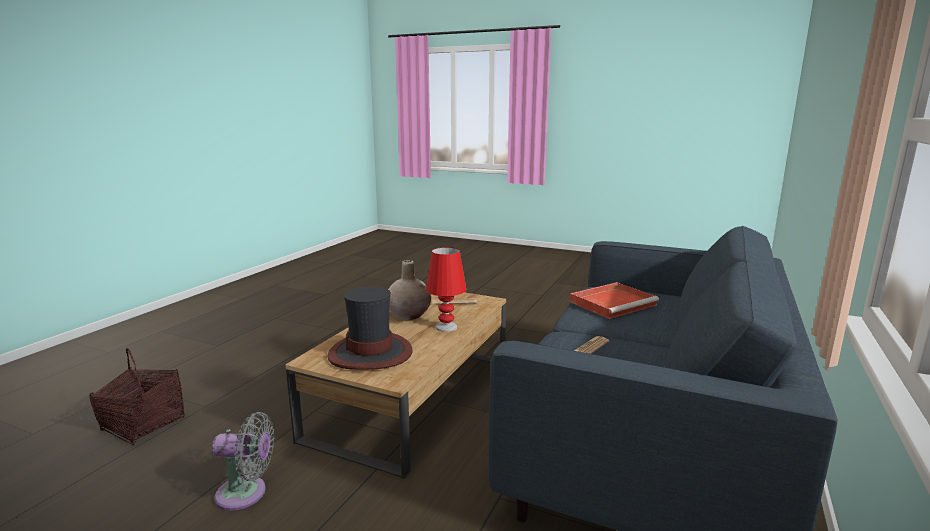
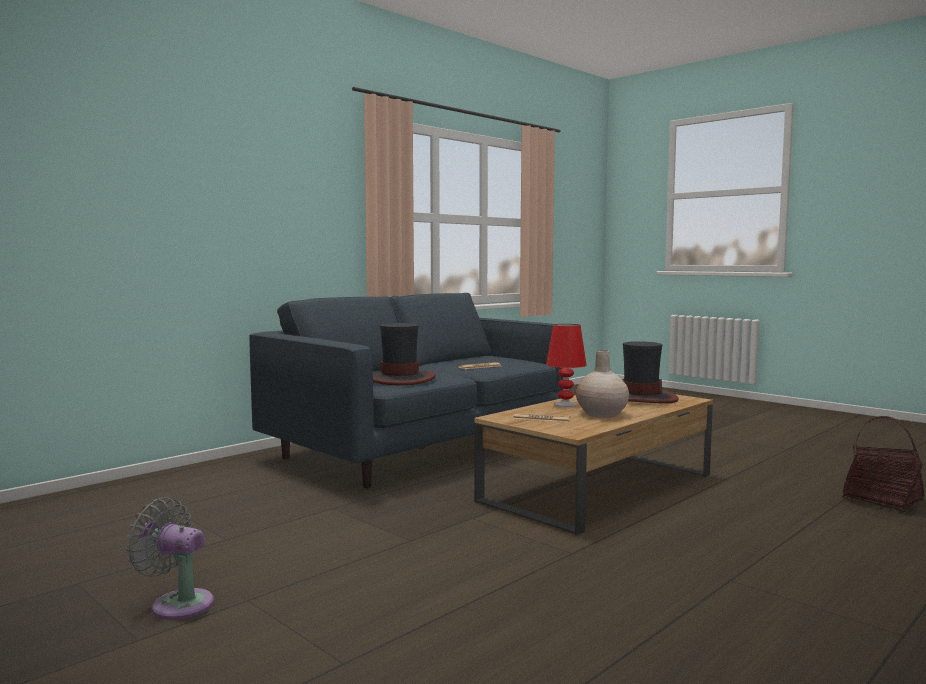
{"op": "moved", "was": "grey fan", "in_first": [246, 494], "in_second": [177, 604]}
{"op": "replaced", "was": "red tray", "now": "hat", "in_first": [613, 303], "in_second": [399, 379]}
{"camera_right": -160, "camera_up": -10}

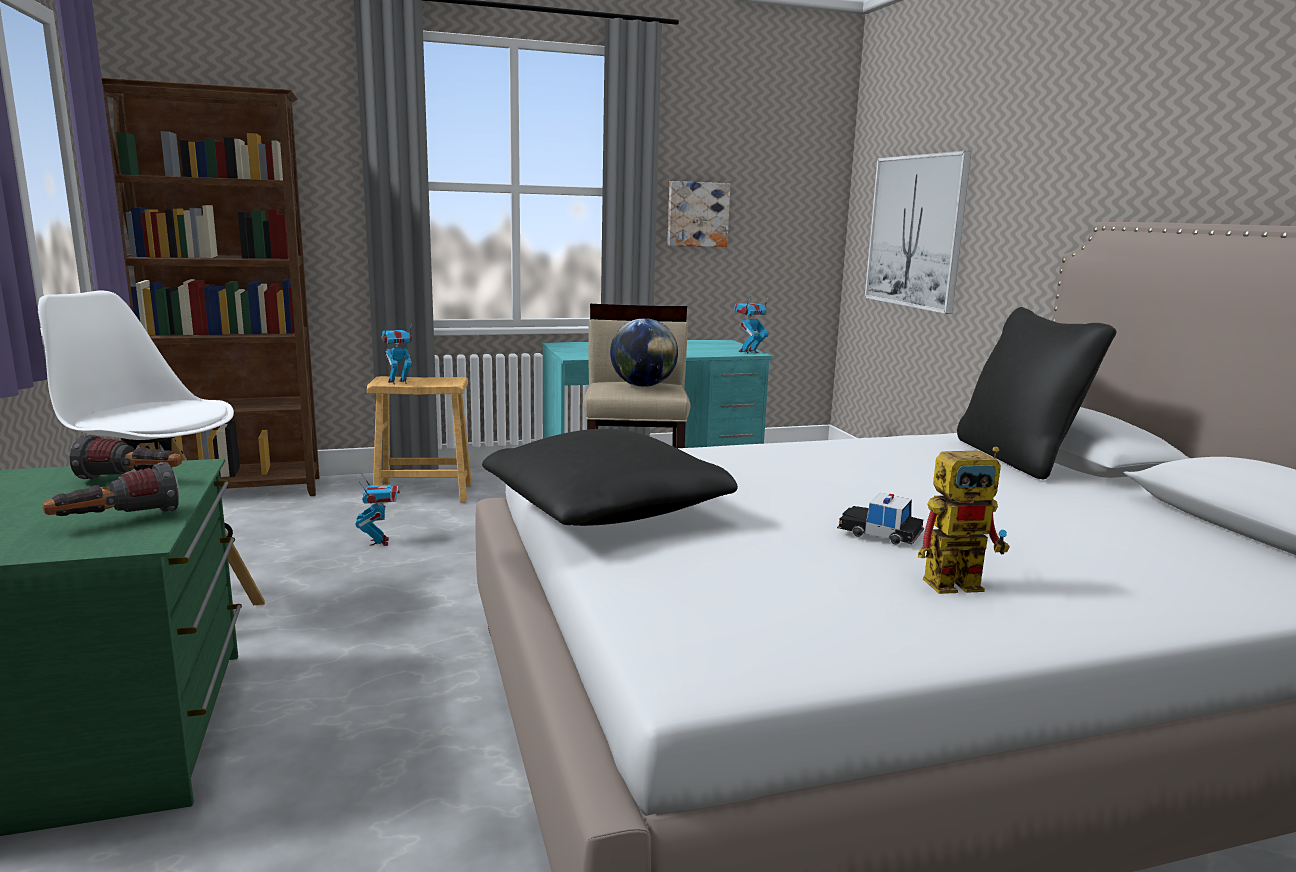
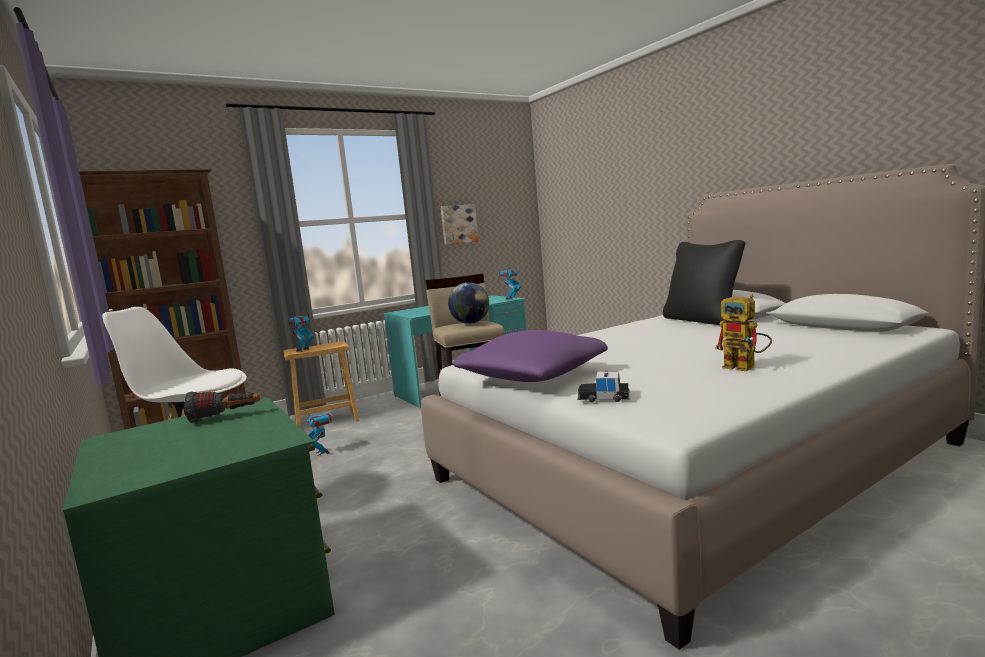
{"op": "removed", "was": "flashlight", "in_first": [116, 521]}
{"op": "recoloured", "was": "black pillow", "now": "purple pillow", "in_first": [606, 509], "in_second": [532, 376]}
{"op": "moved", "was": "toy car", "in_first": [880, 532], "in_second": [604, 397]}
{"op": "removed", "was": "picture", "in_first": [915, 231]}
{"op": "turned", "was": "toy robot", "in_first": [961, 582], "in_second": [746, 367], "clockwise": 75}
{"camera_right": -15, "camera_up": -5}

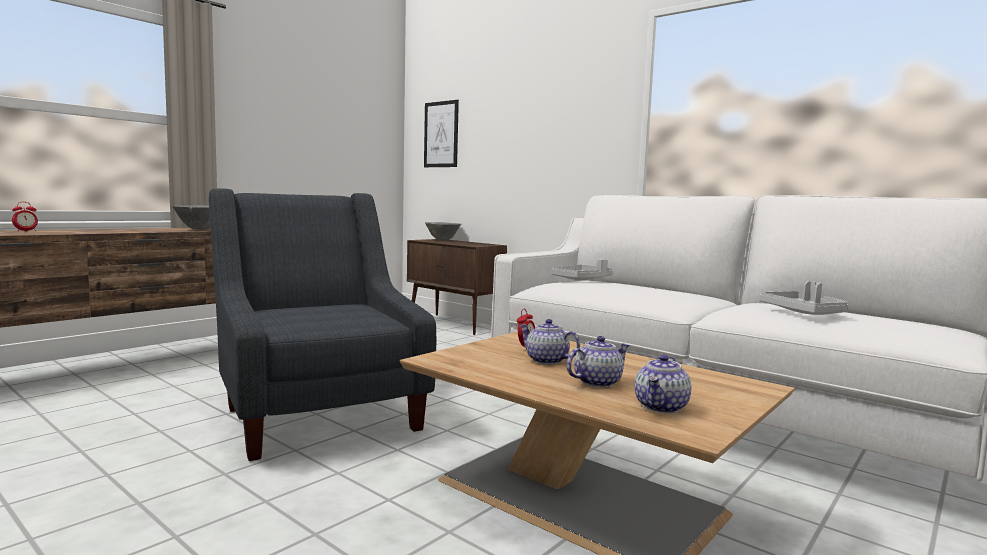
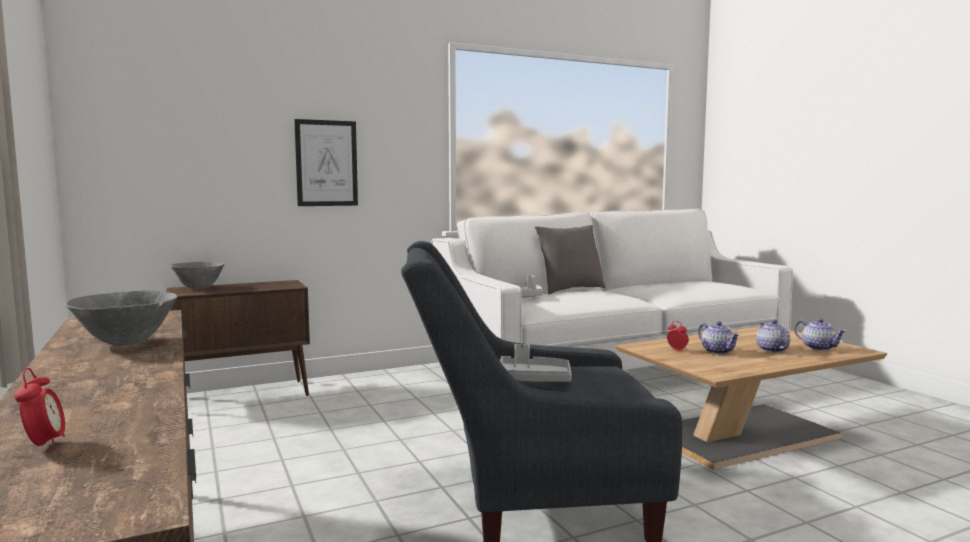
{"op": "moved", "was": "picture", "in_first": [441, 134], "in_second": [326, 163]}
{"op": "turned", "was": "teapot", "in_first": [546, 360], "in_second": [718, 351], "clockwise": -90}
{"op": "moved", "was": "grey tray", "in_first": [804, 312], "in_second": [533, 379]}
{"op": "added", "now": "grey pillow", "in_second": [570, 290]}
{"camera_right": -65, "camera_up": 0}

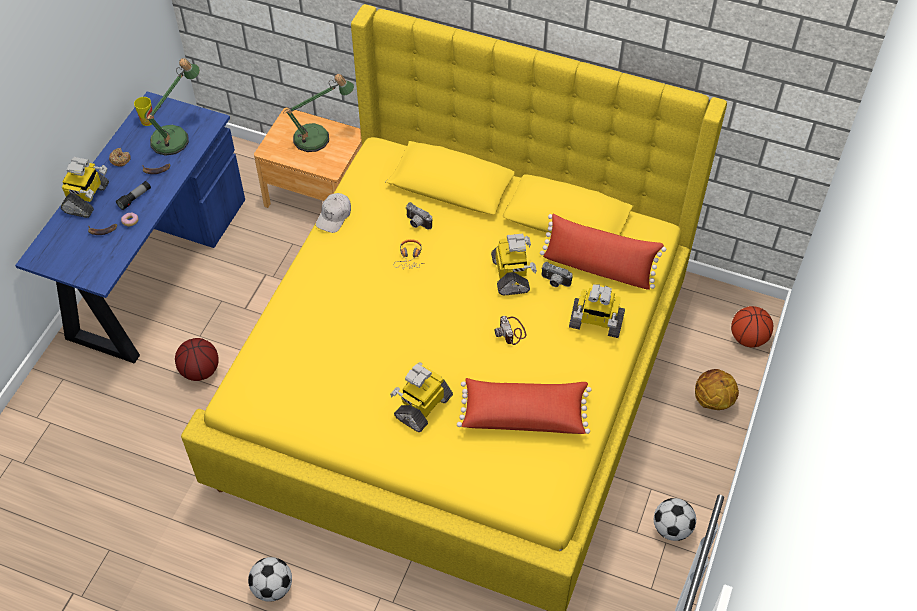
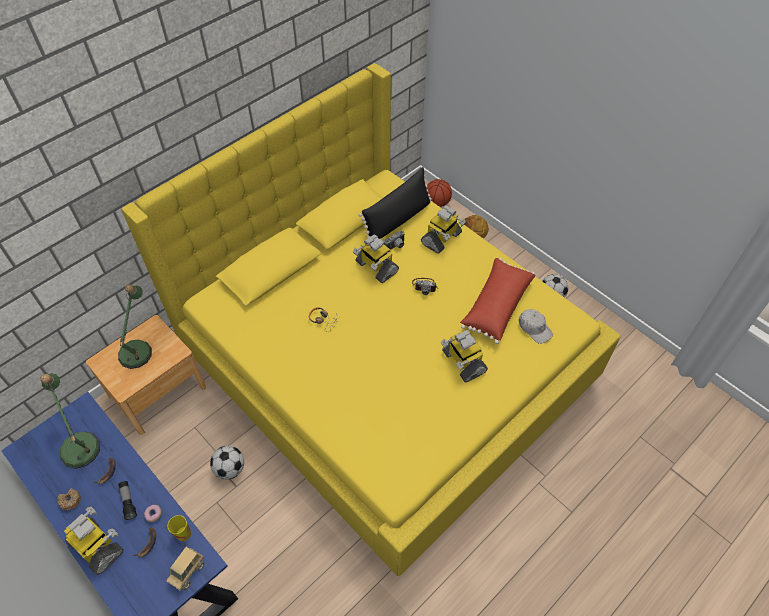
{"op": "moved", "was": "cup", "in_first": [147, 121], "in_second": [183, 534]}
{"op": "removed", "was": "basketball", "in_first": [200, 370]}
{"op": "moved", "was": "football", "in_first": [272, 587], "in_second": [230, 469]}
{"op": "moved", "was": "white cap", "in_first": [334, 216], "in_second": [534, 328]}
{"op": "removed", "was": "photo camera", "in_first": [417, 223]}
{"op": "turned", "was": "toy robot", "in_first": [511, 275], "in_second": [376, 267], "clockwise": -150}
{"op": "recoloured", "was": "red pillow", "now": "black pillow", "in_first": [598, 268], "in_second": [397, 219]}
{"op": "added", "now": "toy truck", "in_second": [188, 572]}
{"camera_right": -65, "camera_up": 0}

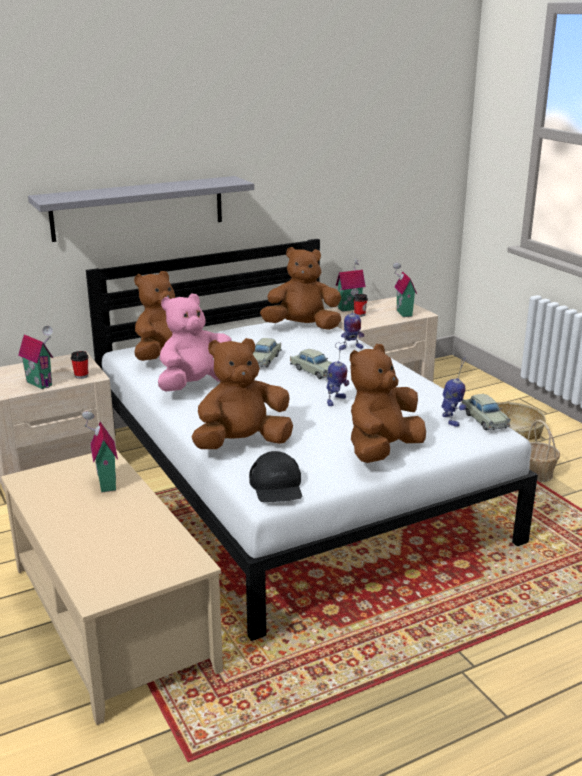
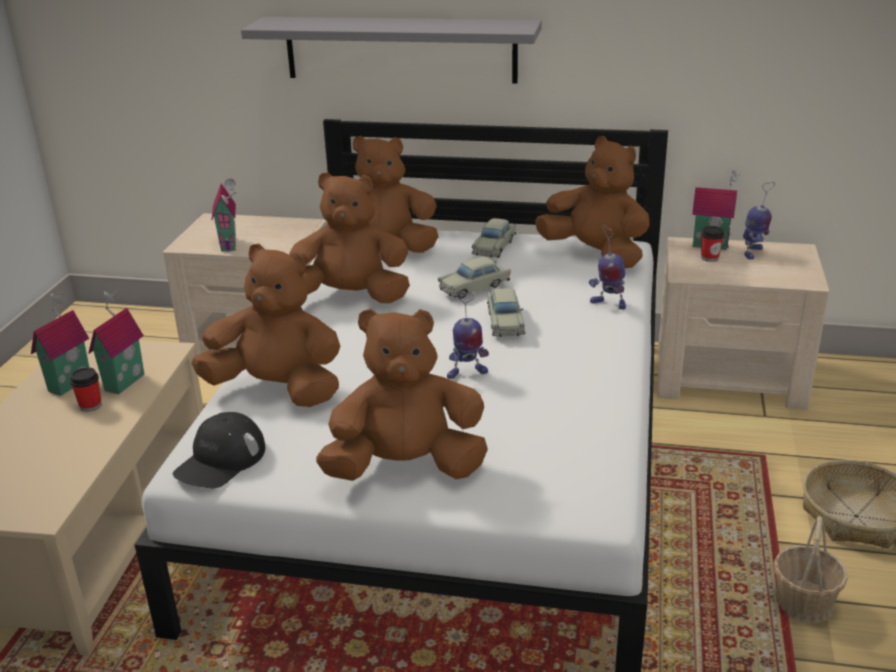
{"op": "moved", "was": "cup", "in_first": [81, 376], "in_second": [90, 406]}
{"op": "recoloured", "was": "pink plush toy", "now": "brown plush toy", "in_first": [195, 386], "in_second": [350, 297]}
{"op": "moved", "was": "toy house", "in_first": [402, 313], "in_second": [68, 383]}
{"op": "moved", "was": "toy robot", "in_first": [451, 420], "in_second": [753, 253]}
{"op": "moved", "was": "beige toy car", "in_first": [484, 419], "in_second": [494, 247]}
{"camera_right": 40, "camera_up": 5}

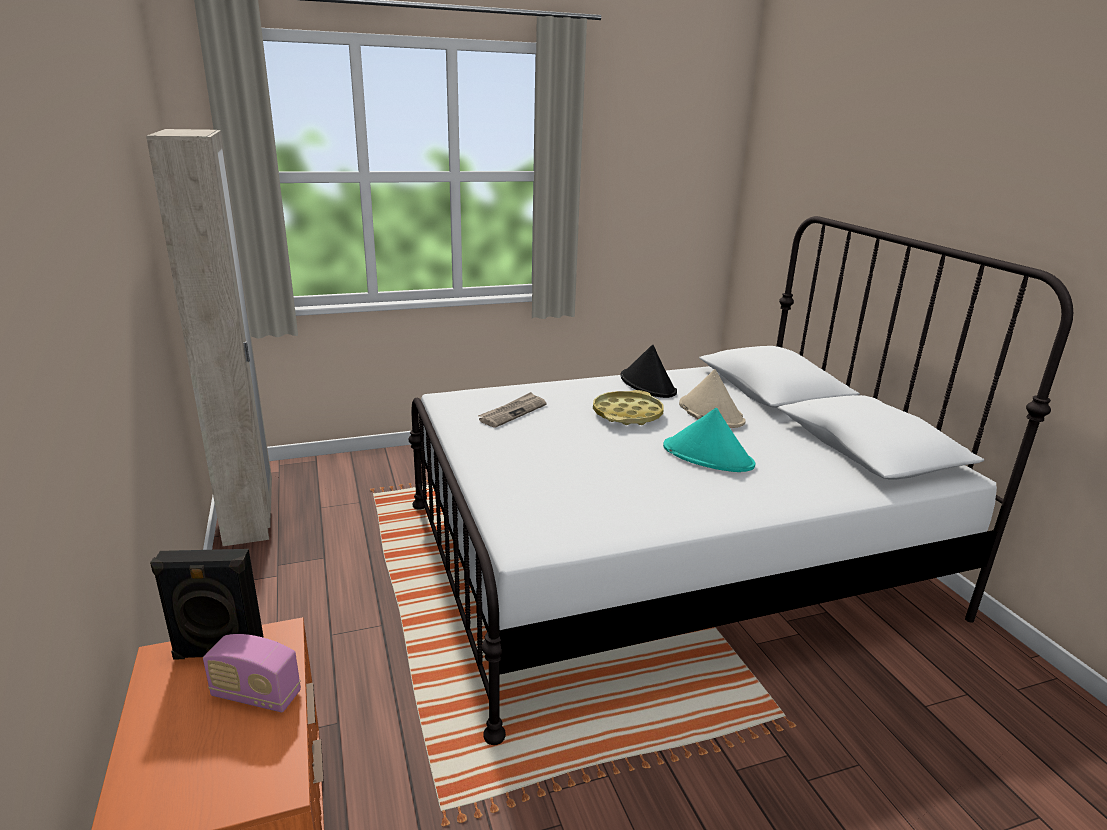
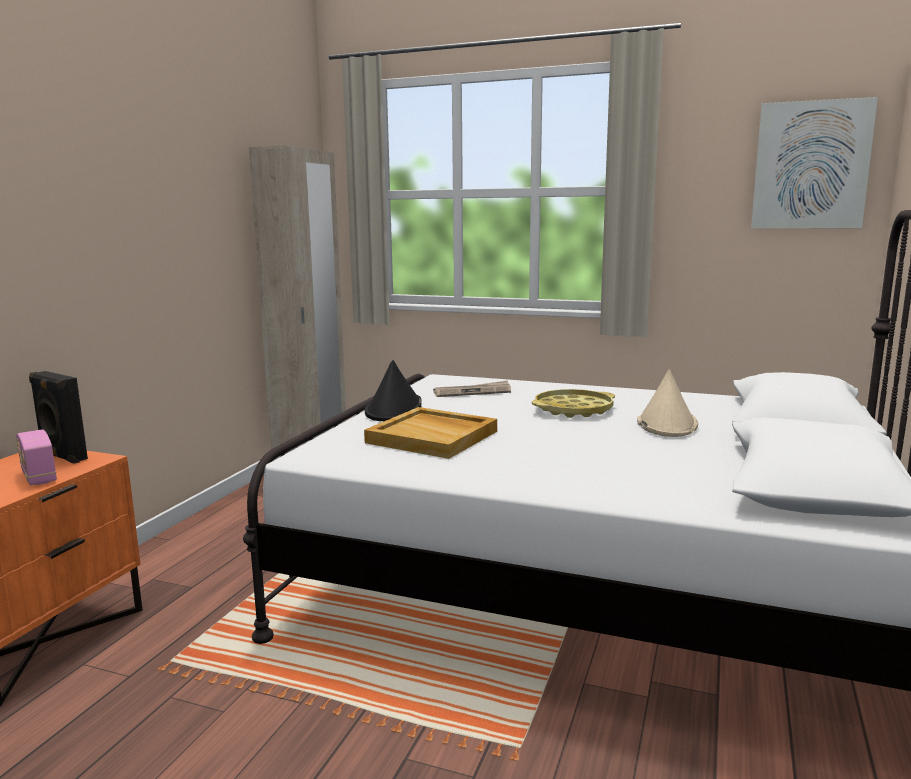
{"op": "moved", "was": "black hat", "in_first": [648, 384], "in_second": [394, 409]}
{"op": "removed", "was": "turquoise hat", "in_first": [708, 456]}
{"op": "added", "now": "beige tray", "in_second": [433, 437]}
{"op": "added", "now": "picture", "in_second": [811, 165]}
{"camera_right": 40, "camera_up": -10}

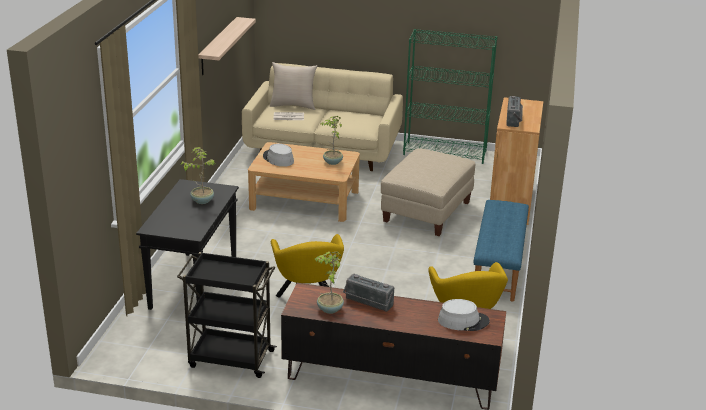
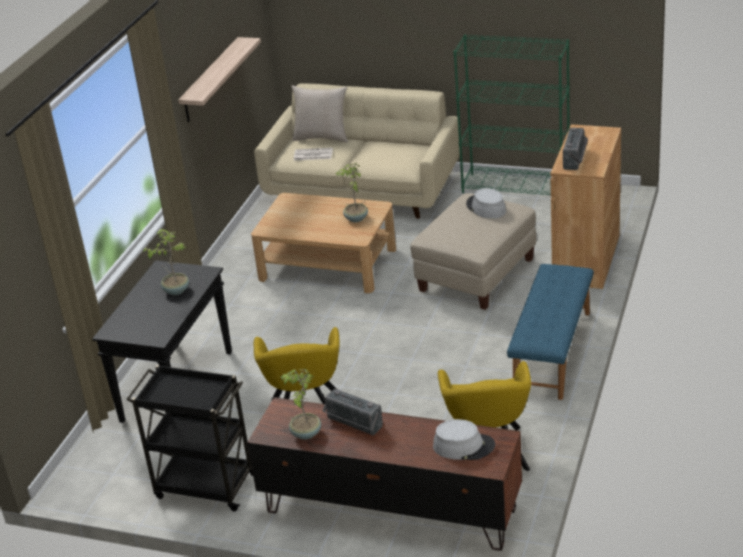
{"op": "moved", "was": "grey hat", "in_first": [278, 159], "in_second": [486, 208]}
{"camera_right": 10, "camera_up": 5}

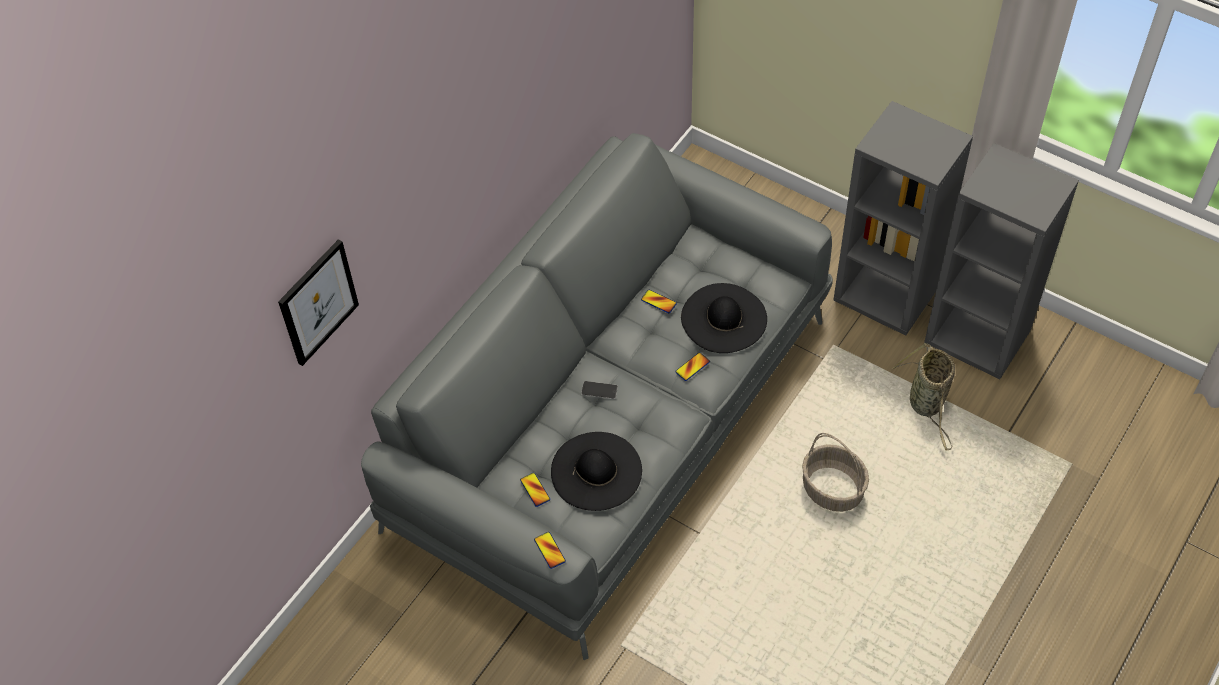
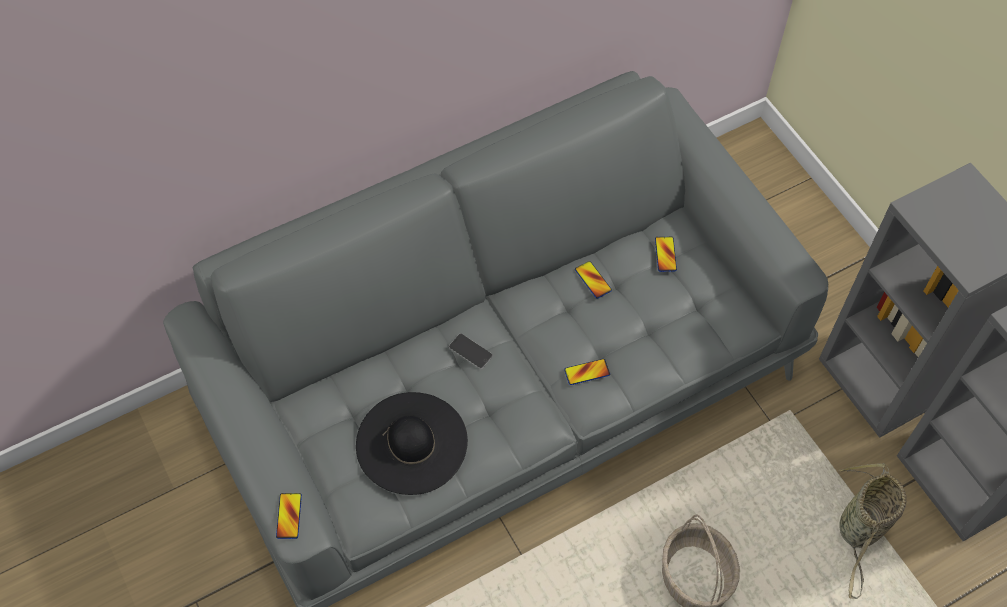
{"op": "removed", "was": "picture", "in_first": [318, 302]}
{"op": "moved", "was": "phone", "in_first": [535, 490], "in_second": [665, 254]}
{"op": "removed", "was": "black hat", "in_first": [723, 318]}
{"camera_right": 25, "camera_up": 5}

